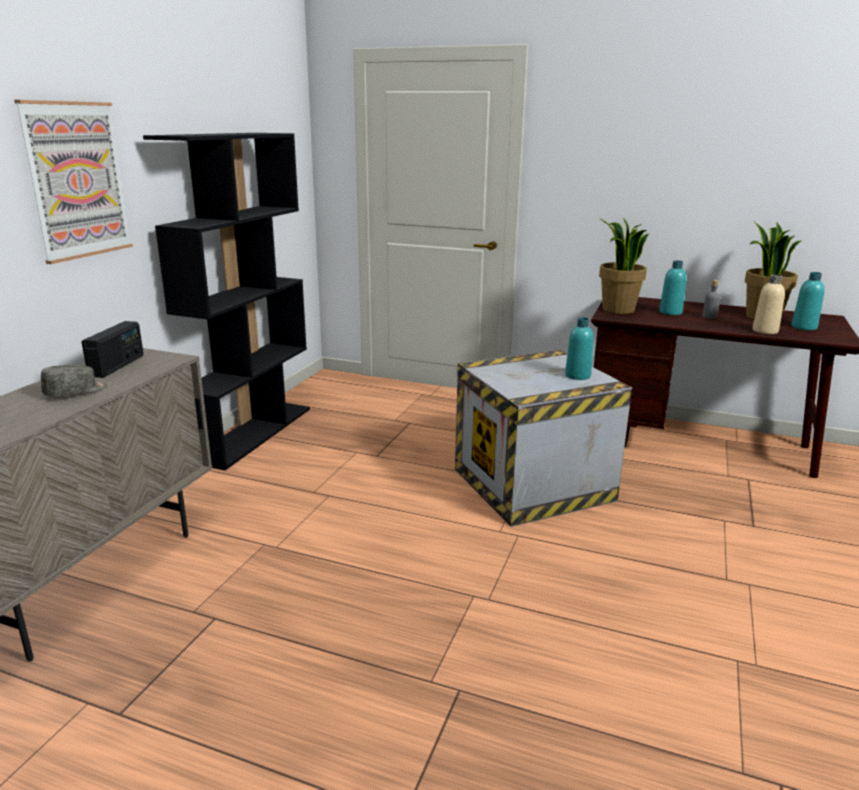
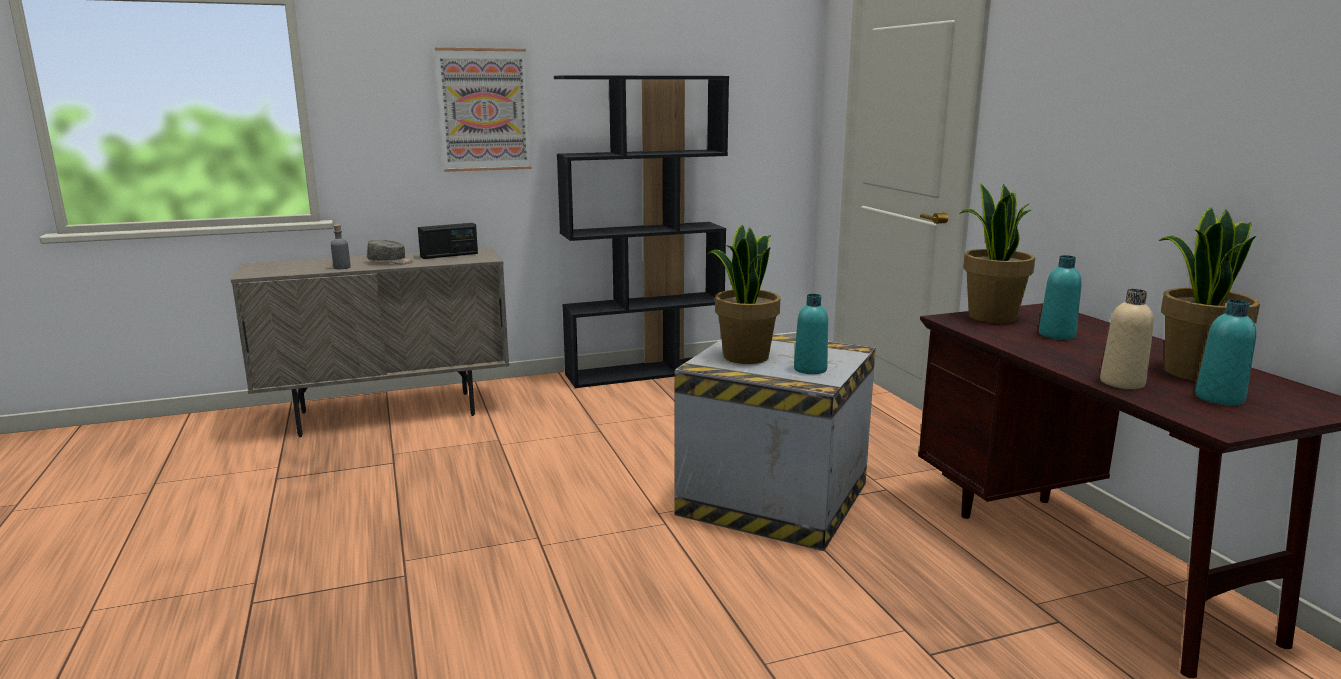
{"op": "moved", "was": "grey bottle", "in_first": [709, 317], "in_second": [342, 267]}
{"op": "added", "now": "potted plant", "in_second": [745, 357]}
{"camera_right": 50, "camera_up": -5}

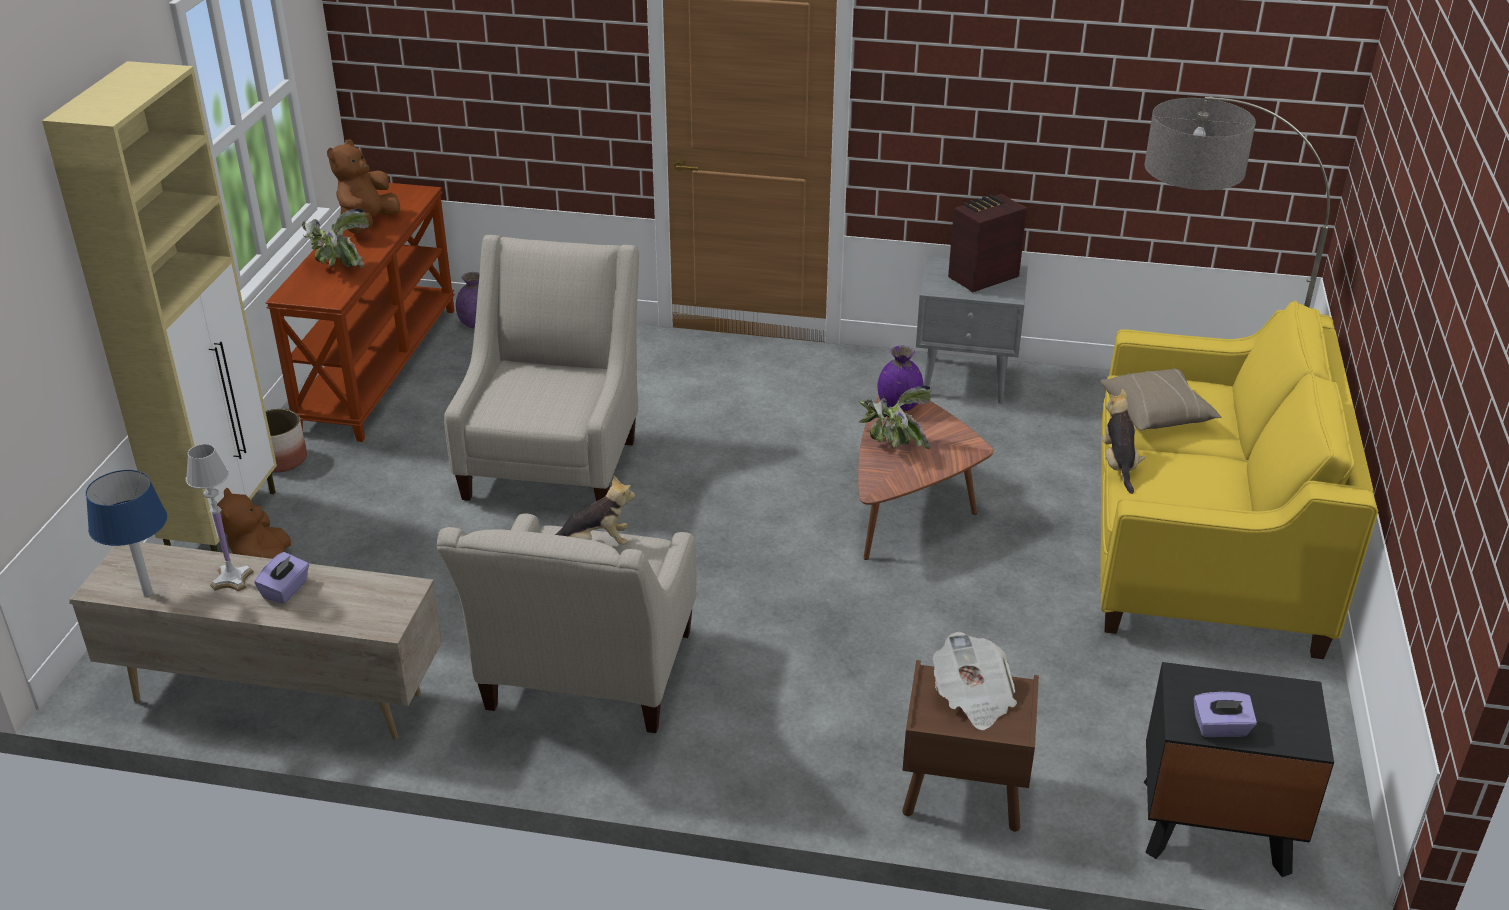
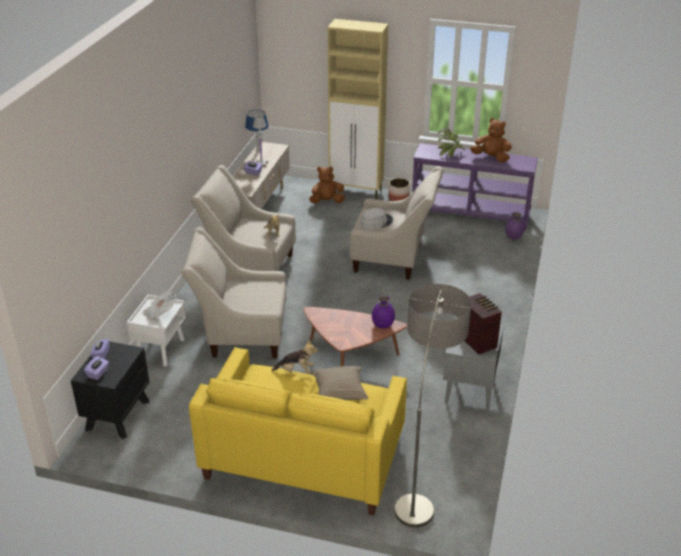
{"op": "recoloured", "was": "brown console table", "now": "purple console table", "in_first": [378, 368], "in_second": [470, 214]}
{"op": "removed", "was": "potted plant", "in_first": [891, 444]}
{"op": "recoloured", "was": "brown nightstand", "now": "white nightstand", "in_first": [961, 794], "in_second": [161, 350]}
{"op": "added", "now": "purple tissue box", "in_second": [98, 373]}
{"op": "added", "now": "beige armchair", "in_second": [241, 334]}
{"op": "added", "now": "grey hat", "in_second": [376, 222]}
{"camera_right": 95, "camera_up": 0}

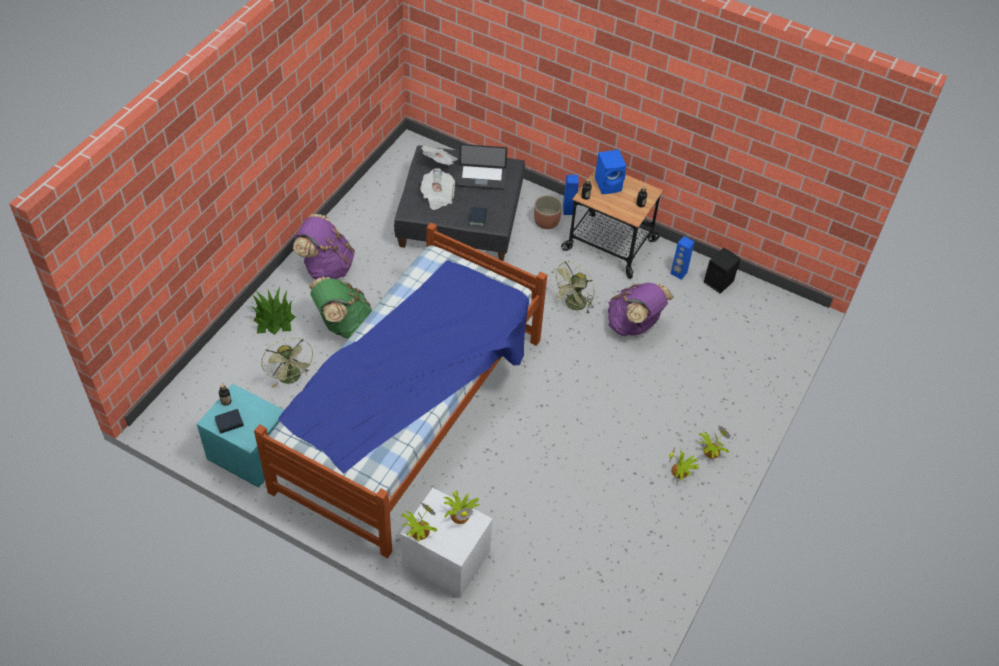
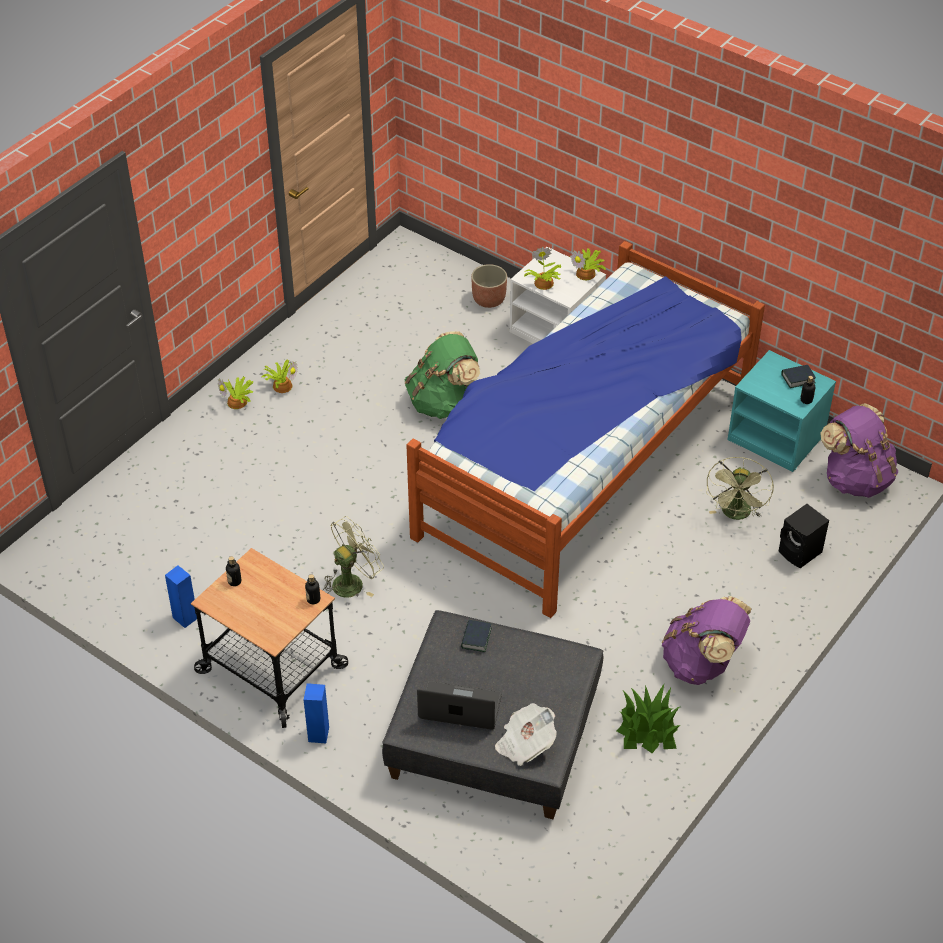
{"op": "moved", "was": "potted plant", "in_first": [274, 319], "in_second": [647, 729]}
{"op": "turned", "was": "green fan", "in_first": [291, 378], "in_second": [736, 515], "clockwise": -150}
{"op": "moved", "was": "green backpack", "in_first": [342, 324], "in_second": [443, 402]}
{"op": "removed", "was": "newspaper", "in_first": [437, 196]}
{"op": "moved", "was": "planter", "in_first": [546, 222], "in_second": [488, 299]}
{"op": "removed", "was": "blue speaker", "in_first": [609, 184]}
{"op": "moved", "was": "purple backpack", "in_first": [634, 325], "in_second": [855, 478]}
{"op": "moved", "was": "black speaker", "in_first": [717, 281], "in_second": [800, 553]}
{"camera_right": -170, "camera_up": -5}

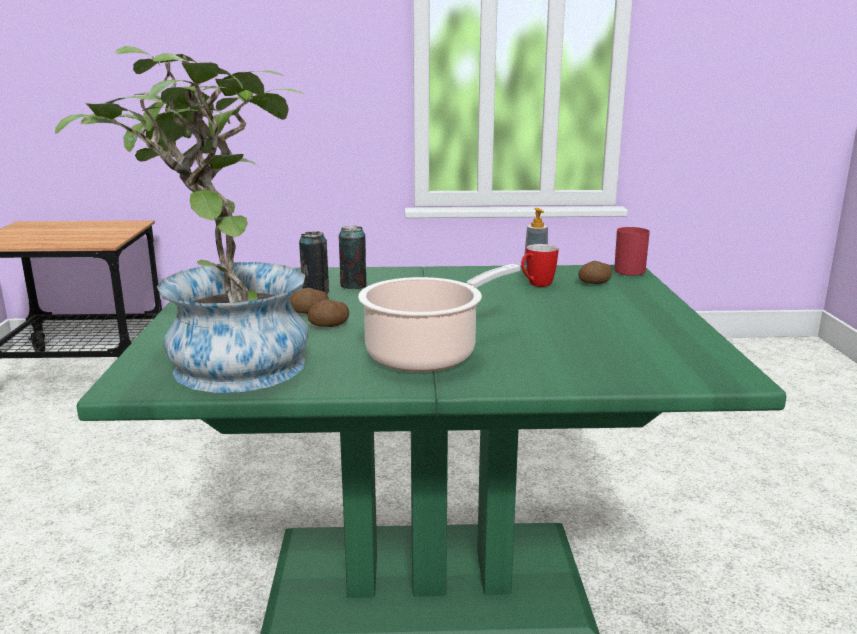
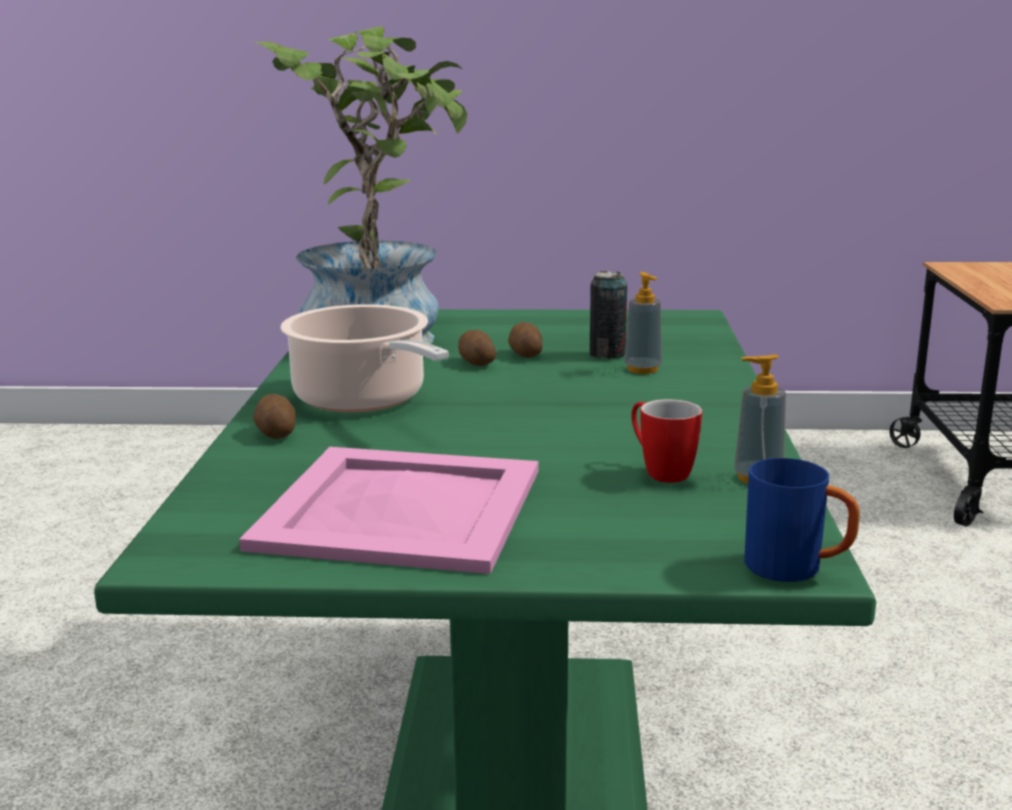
{"op": "replaced", "was": "can", "now": "soap dispenser", "in_first": [353, 286], "in_second": [642, 369]}
{"op": "moved", "was": "potato", "in_first": [595, 283], "in_second": [276, 433]}
{"op": "recoloured", "was": "red mug", "now": "blue mug", "in_first": [630, 270], "in_second": [797, 569]}
{"op": "added", "now": "pink tray", "in_second": [399, 507]}
{"camera_right": 95, "camera_up": 0}

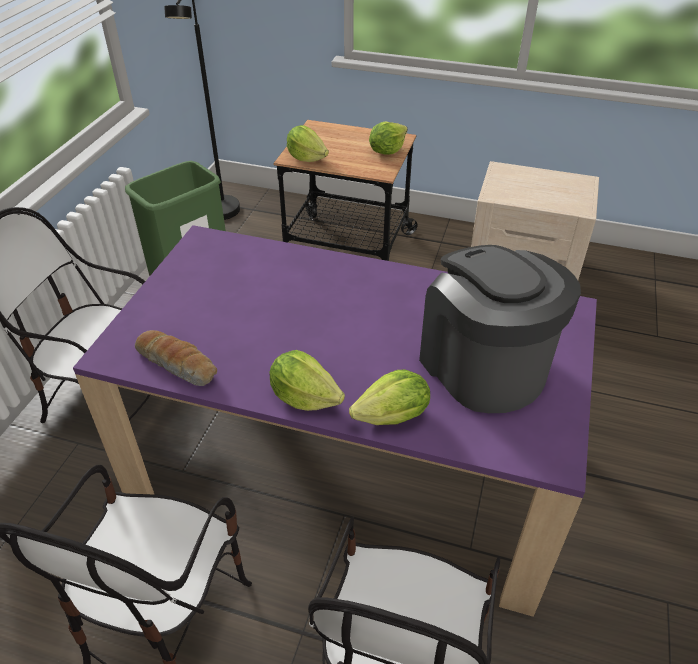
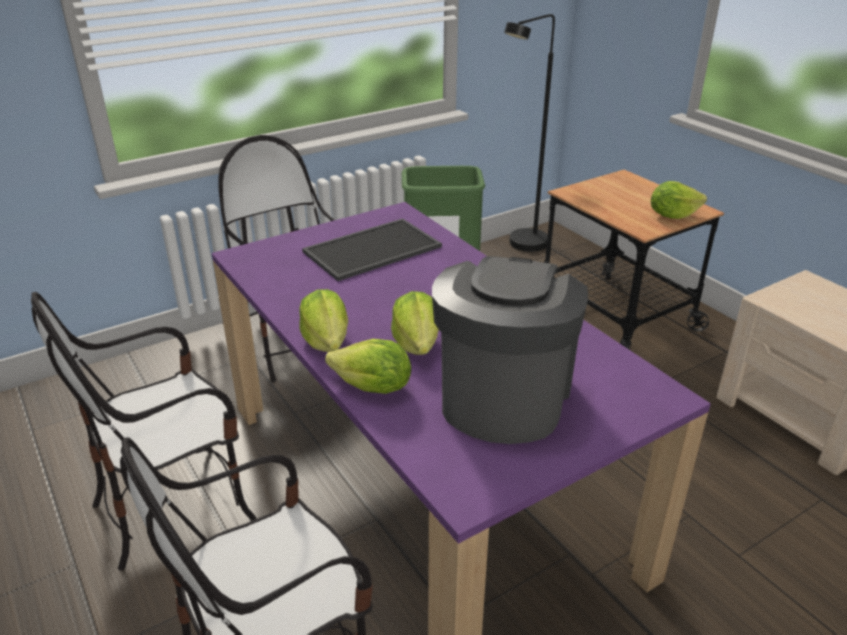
{"op": "removed", "was": "bread", "in_first": [179, 365]}
{"op": "moved", "was": "lettuce", "in_first": [306, 158], "in_second": [417, 344]}
{"op": "added", "now": "tray", "in_second": [372, 250]}
{"camera_right": 40, "camera_up": -10}

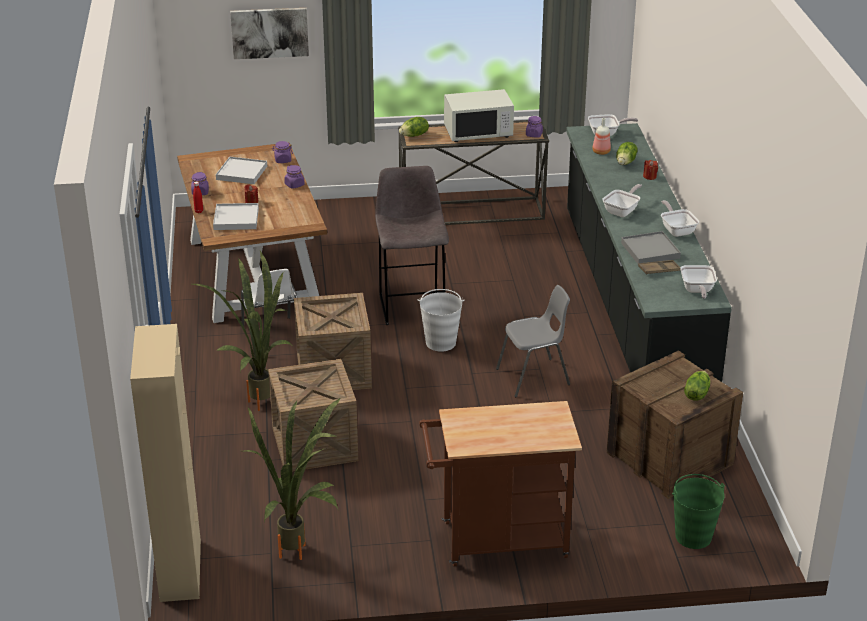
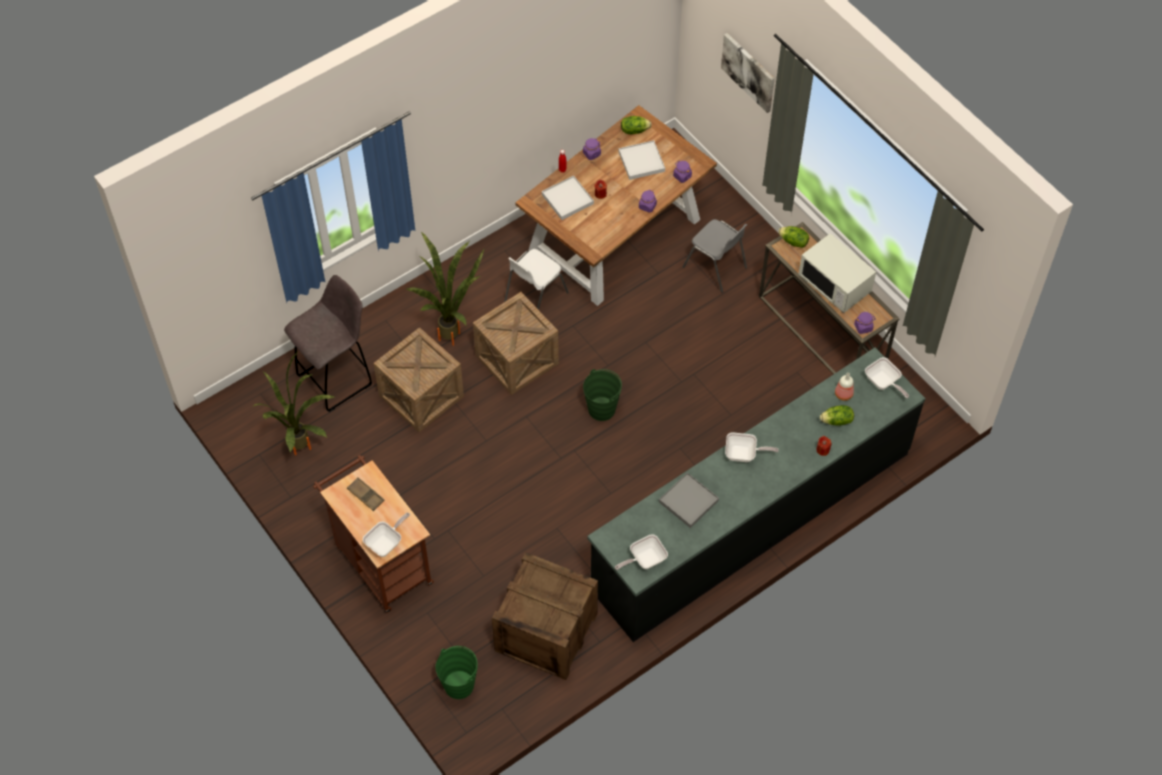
{"op": "removed", "was": "beige cabinet", "in_first": [180, 570]}
{"op": "moved", "was": "grey stool", "in_first": [411, 306], "in_second": [337, 379]}
{"op": "recoloured", "was": "white bucket", "now": "green bucket", "in_first": [441, 342], "in_second": [602, 409]}
{"op": "moved", "was": "grey chair", "in_first": [534, 377], "in_second": [715, 267]}
{"op": "moved", "was": "brown tray", "in_first": [659, 270], "in_second": [366, 495]}
{"op": "moved", "was": "frying pan", "in_first": [676, 230], "in_second": [386, 543]}
{"op": "moved", "was": "lettuce", "in_first": [696, 394], "in_second": [634, 130]}
{"camera_right": 60, "camera_up": 25}

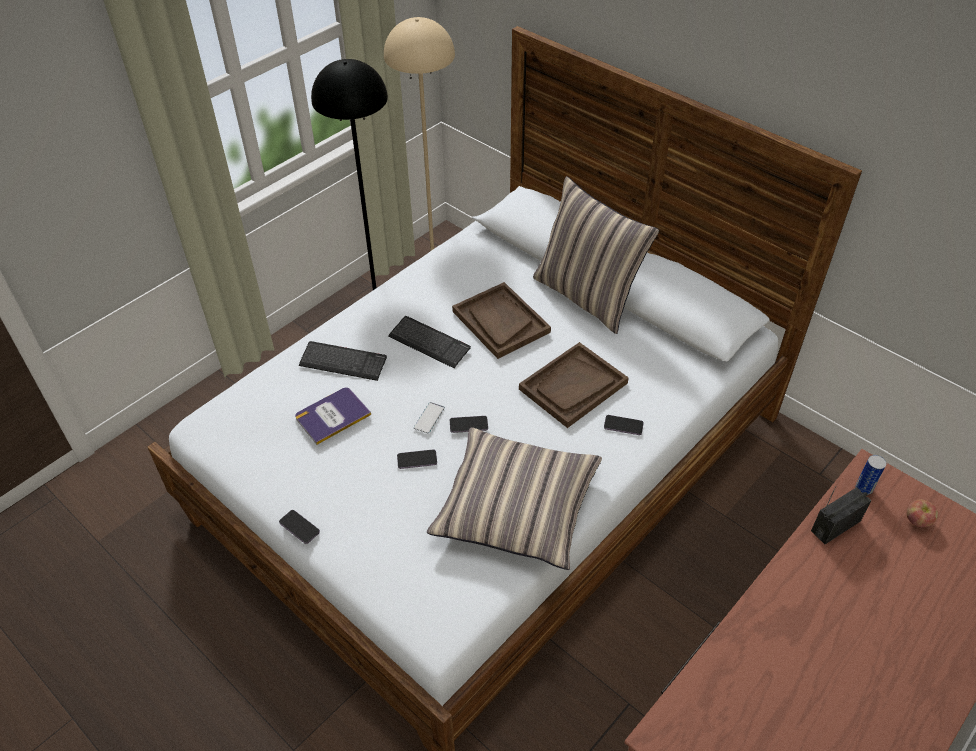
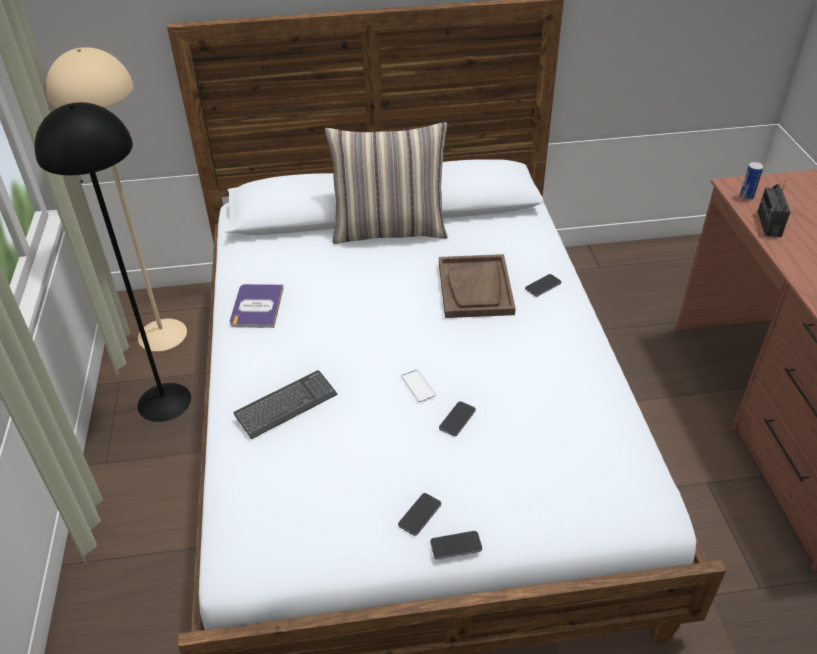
{"op": "moved", "was": "book", "in_first": [332, 416], "in_second": [257, 306]}
{"op": "removed", "was": "keyboard", "in_first": [429, 343]}
{"op": "removed", "was": "pillow", "in_first": [516, 507]}
{"op": "moved", "was": "phone", "in_first": [468, 425], "in_second": [419, 515]}
{"op": "removed", "was": "brown tray", "in_first": [500, 322]}
{"op": "removed", "was": "apple", "in_first": [917, 521]}
{"camera_right": -50, "camera_up": -5}

